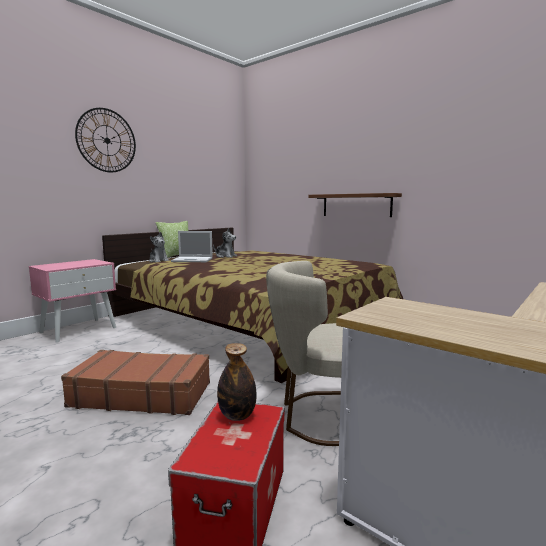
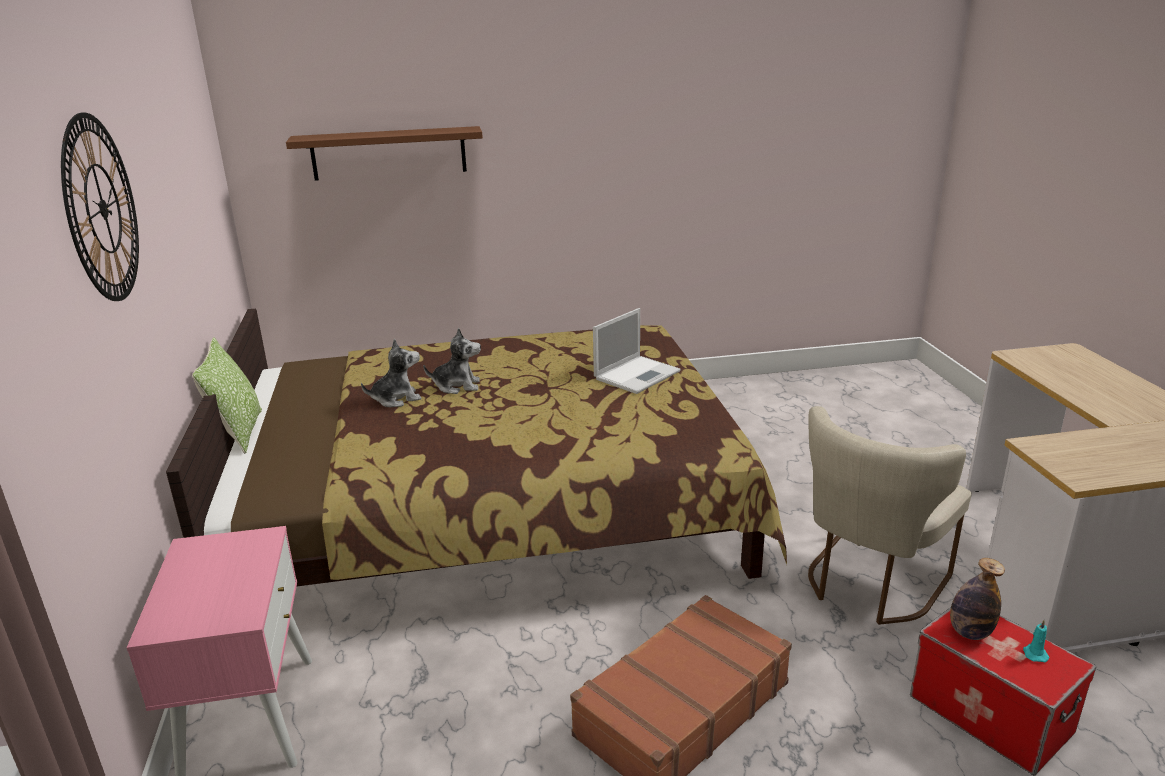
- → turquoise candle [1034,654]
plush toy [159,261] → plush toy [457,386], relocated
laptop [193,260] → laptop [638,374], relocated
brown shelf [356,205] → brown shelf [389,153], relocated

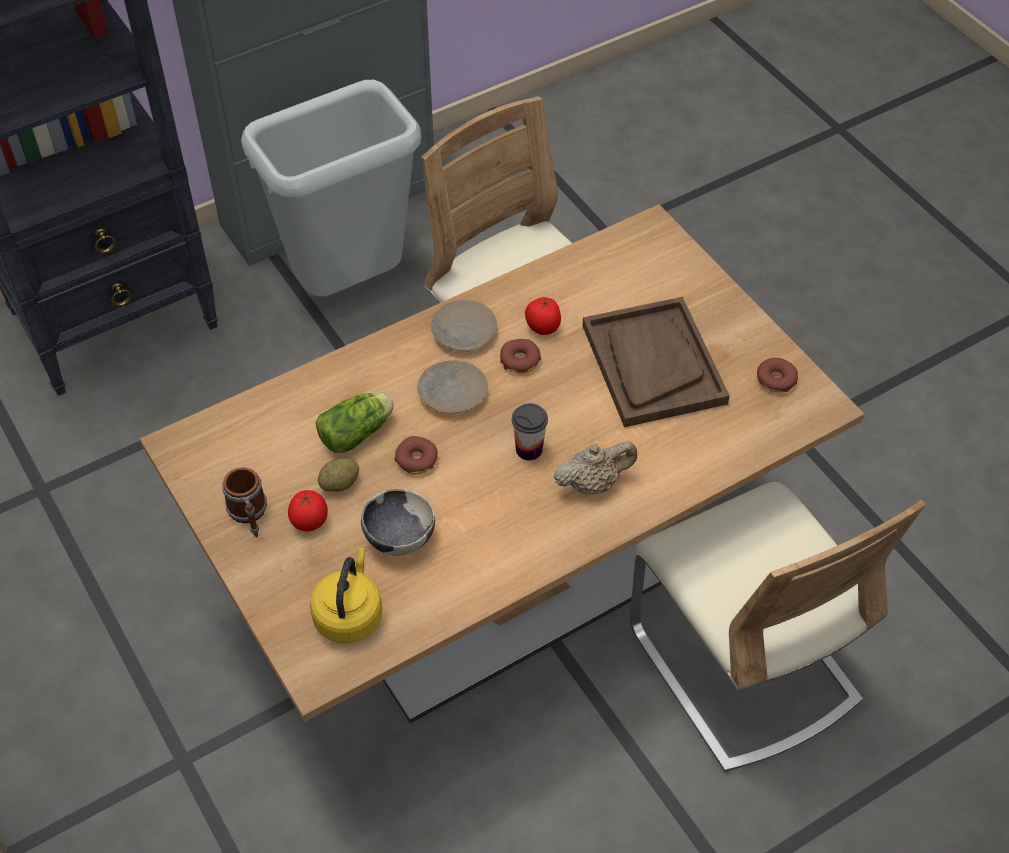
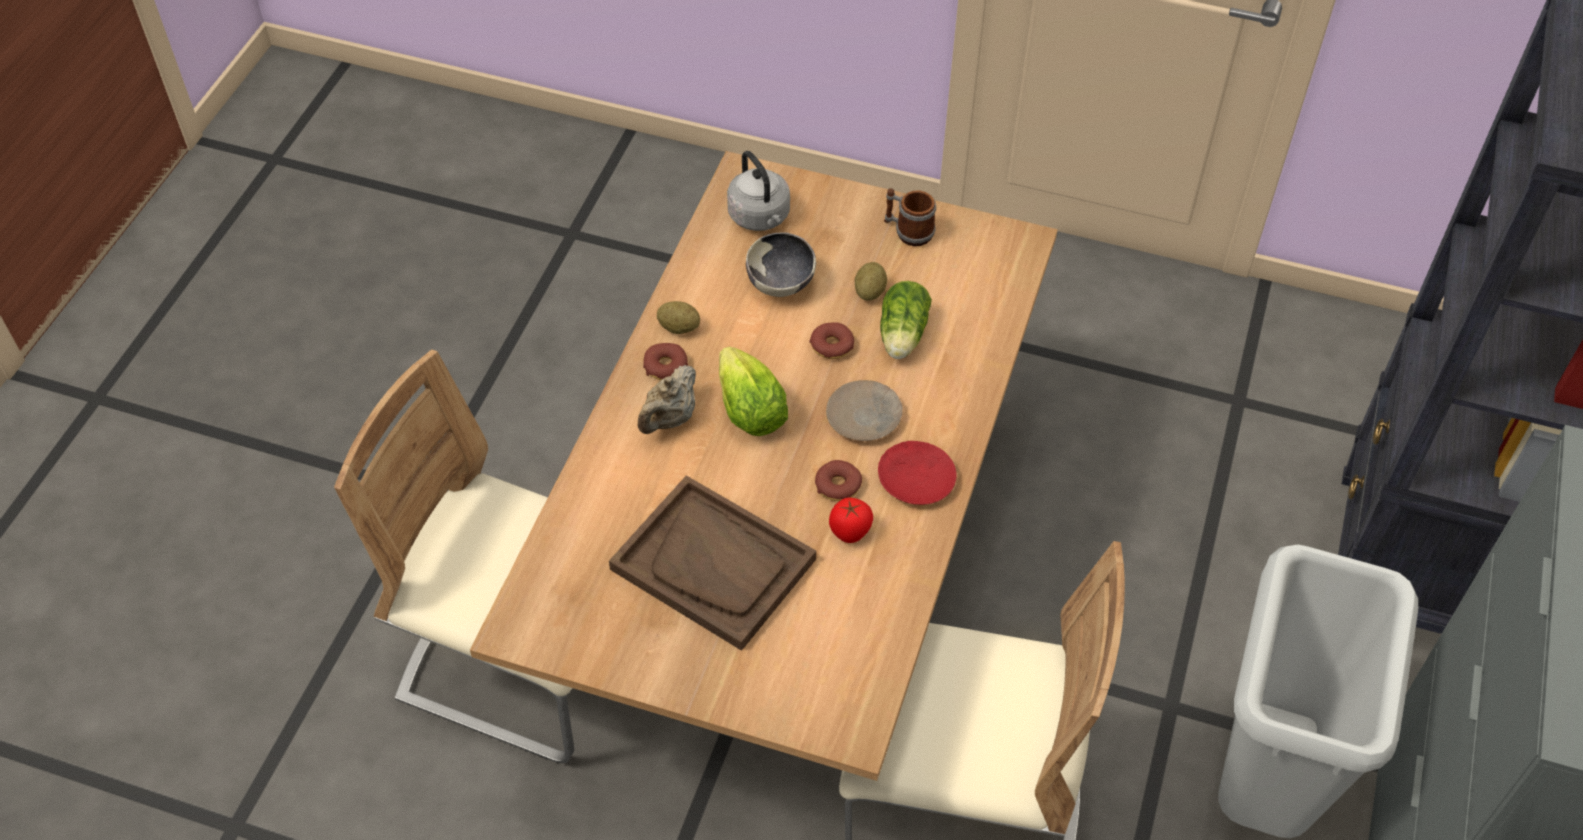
tomato [309,522] → -
- → potato [679,327]
donut [775,379] → donut [666,366], relocated
cup [529,449] → lettuce [750,412]
yellow kettle [349,615] → grey kettle [760,217]
beige plate [463,332] → red plate [915,478]

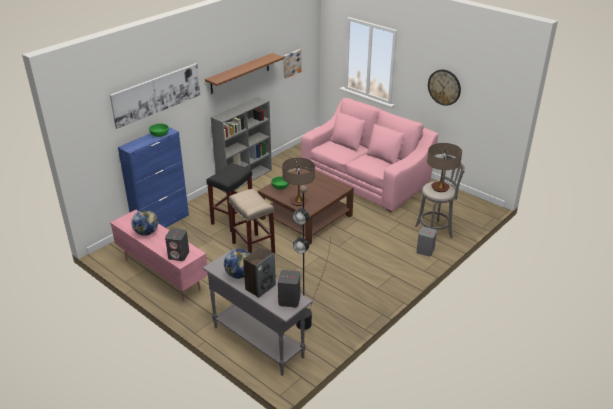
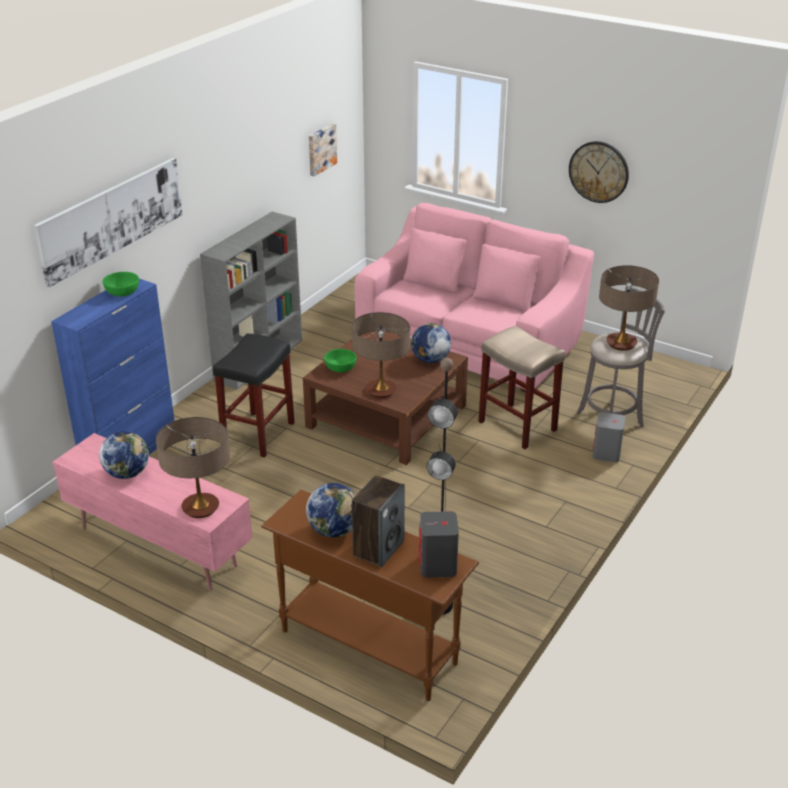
brown shelf [240,73] → -
- → globe [430,360]
beige stool [253,247] → beige stool [516,426], relocated
grey speaker [179,255] → table lamp [200,507]
grey console table [258,341] → brown console table [368,646]

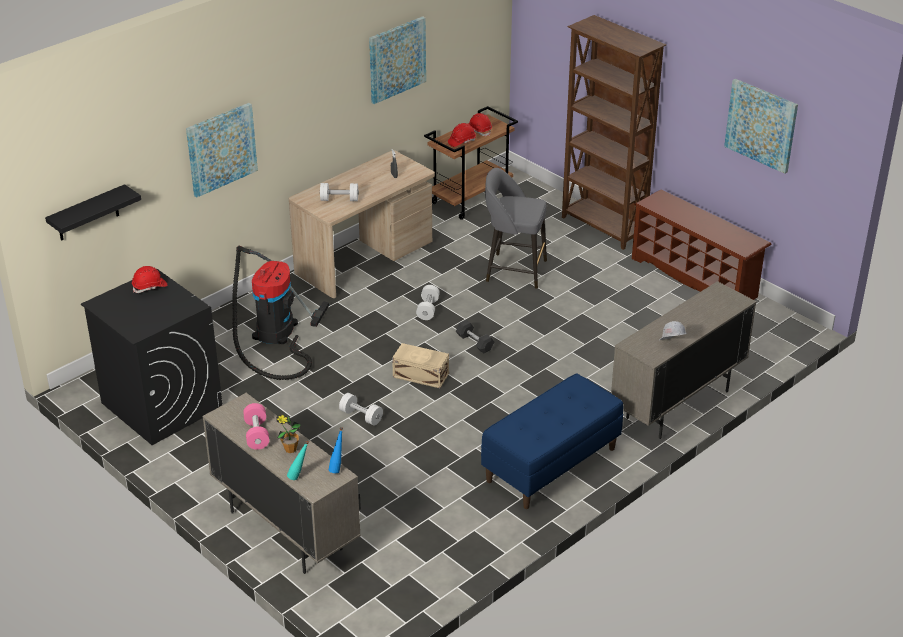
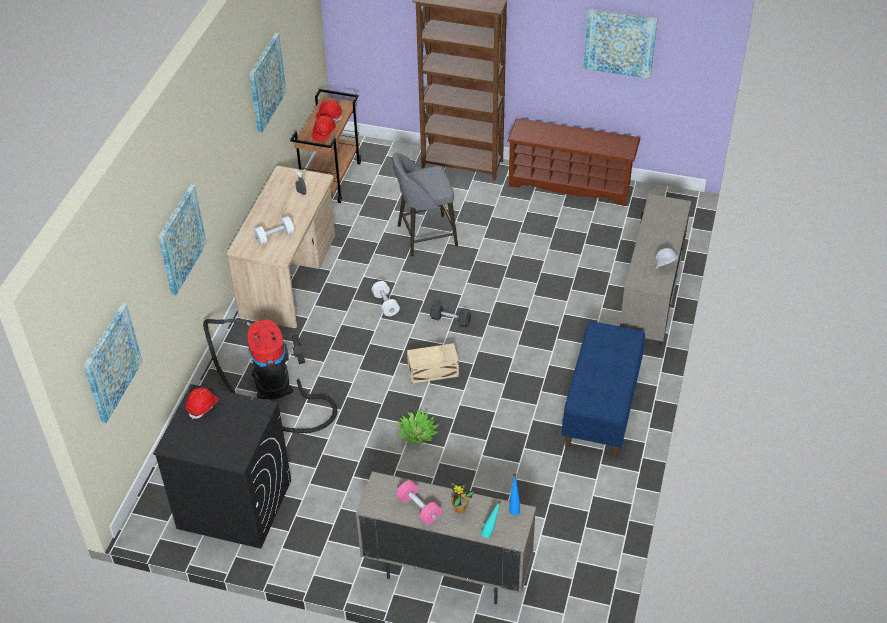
black shelf [87,214] → picture [111,362]
white dumbbell [361,416] → potted plant [417,433]

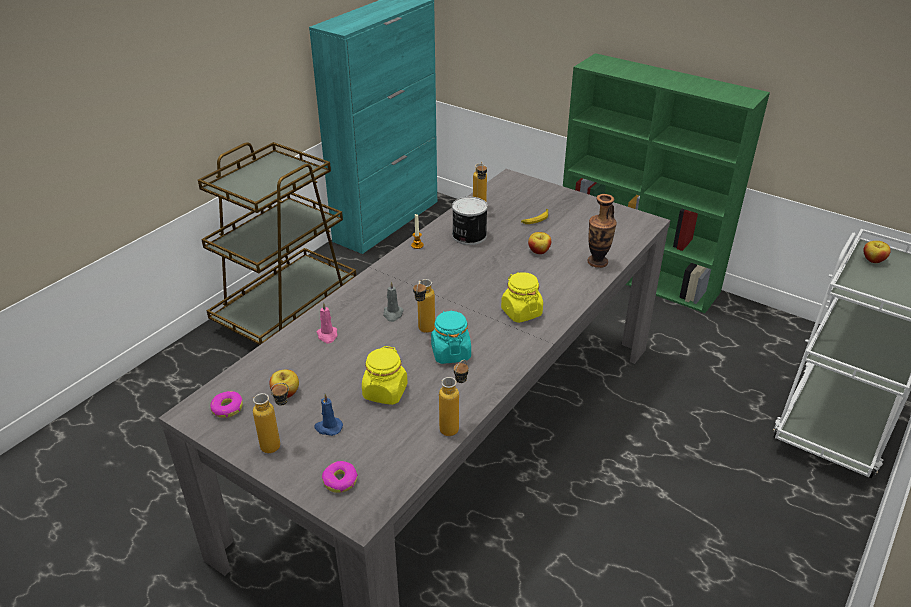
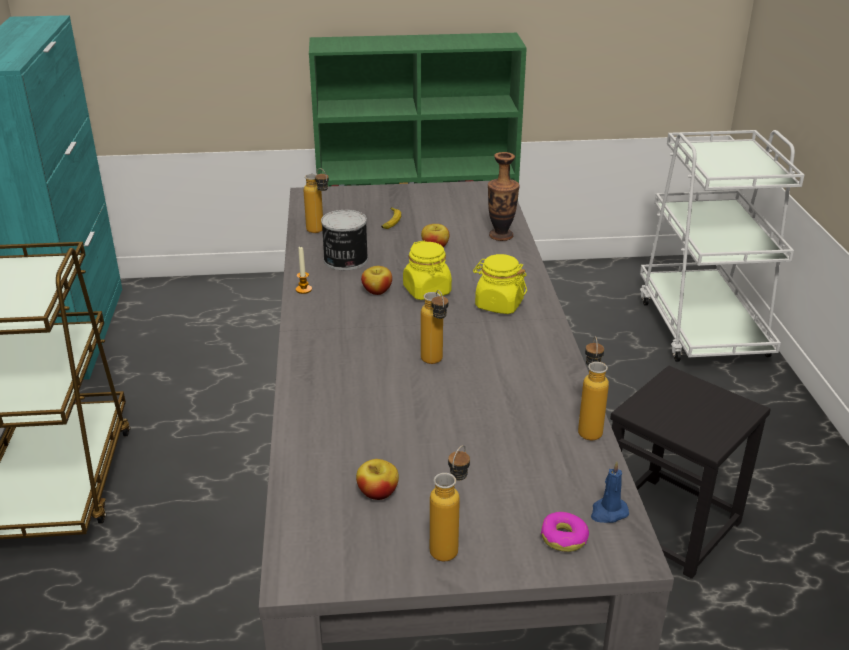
donut [227,408] → -
pink candle [327,335] → -
grey candle [393,314] → -
turquoise jar [450,353] → -
- → black stool [671,524]
blue candle [328,427] → blue candle [608,512], relocated
yellow jar [385,392] → yellow jar [427,291], relocated
apple [873,260] → apple [377,291], relocated

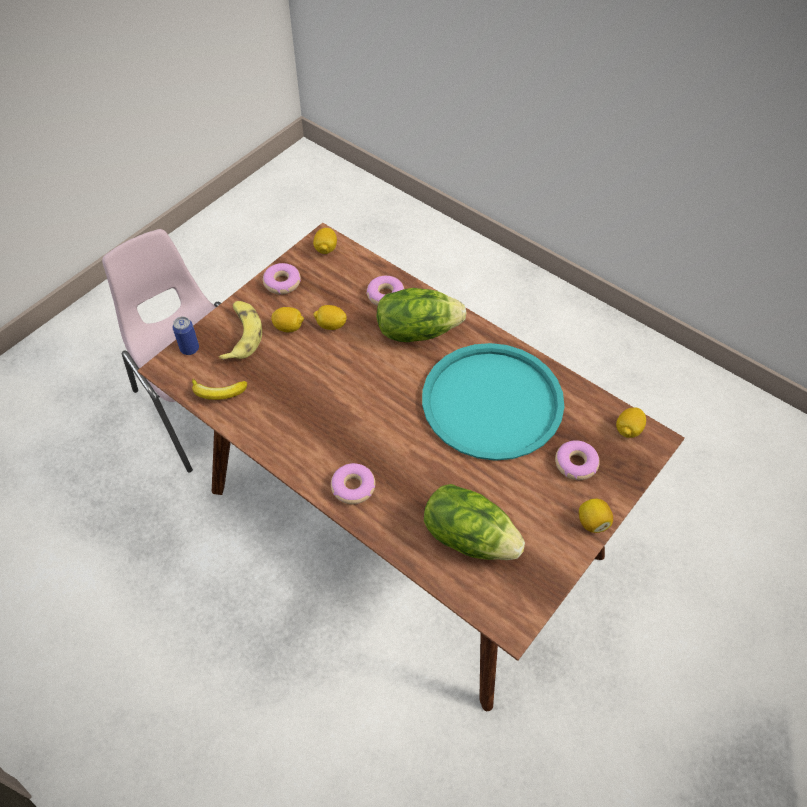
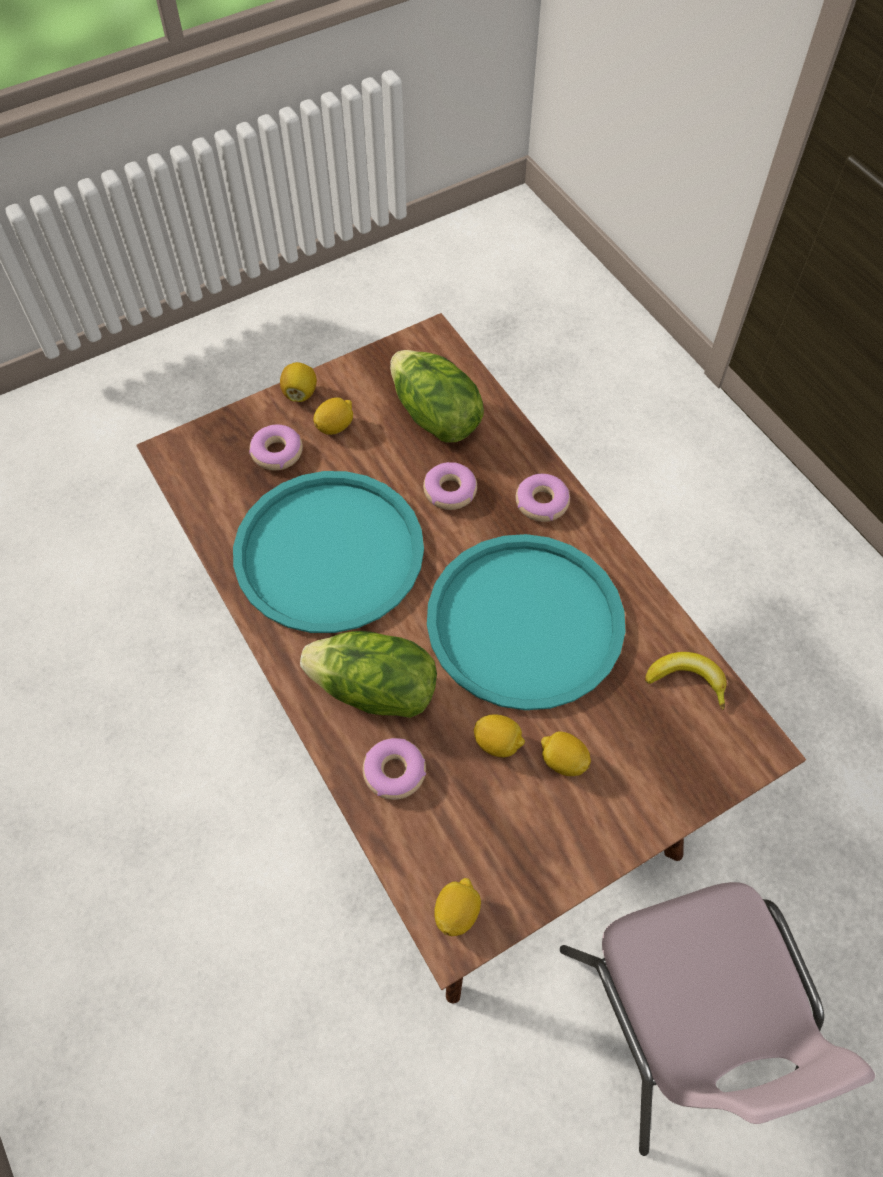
can [189,349] → -
banana [241,335] → -
- → turquoise tray [525,622]
donut [282,283] → donut [450,491], relocated
lemon [628,430] → lemon [335,426], relocated

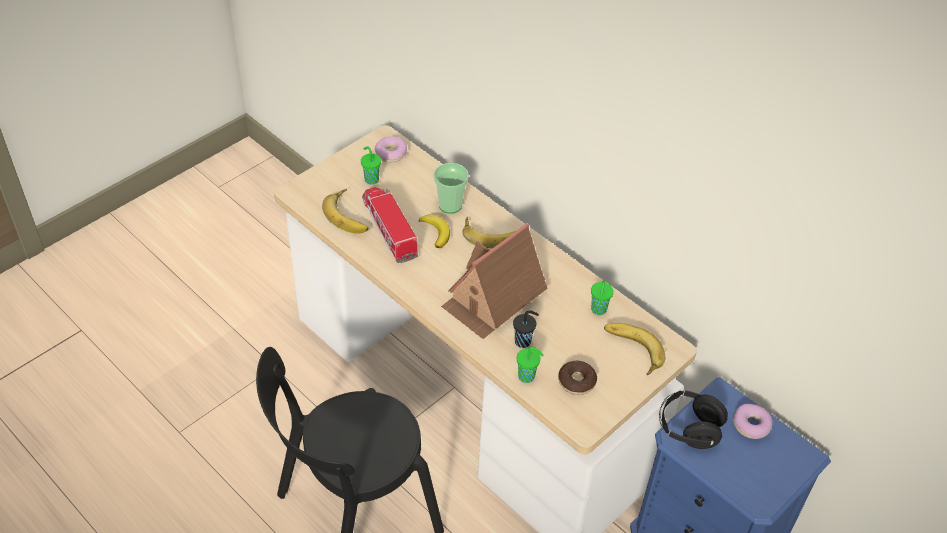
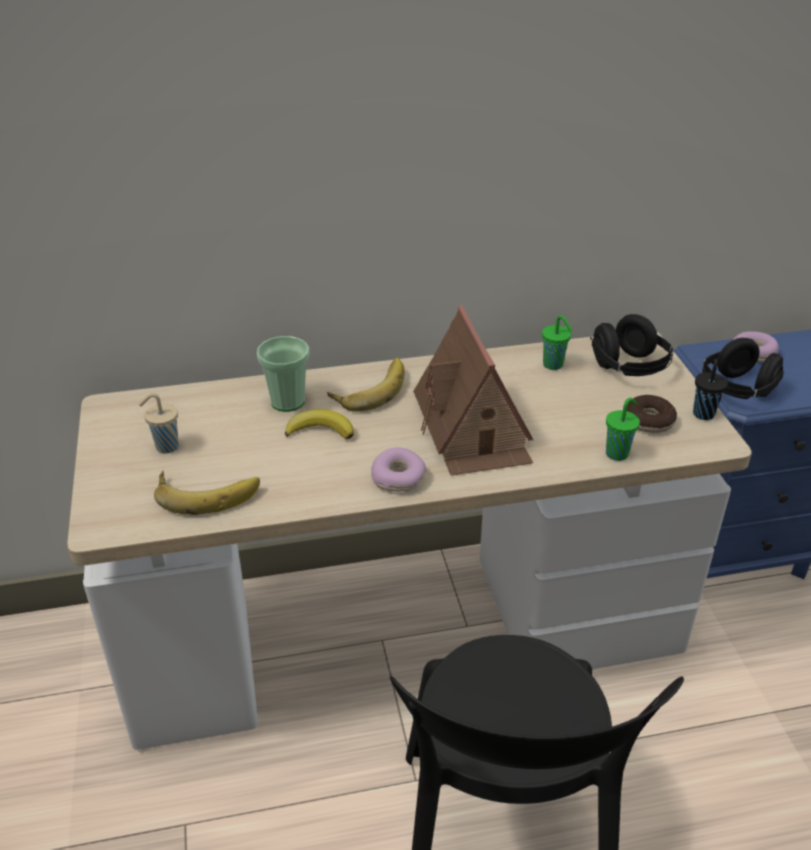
toy truck [389,229] → -
donut [391,154] → donut [398,477], relocated
black cup [523,341] → black cup [703,413], relocated
banana [631,351] → black headphones [629,368]
green cup [371,179] → beige cup [165,447]

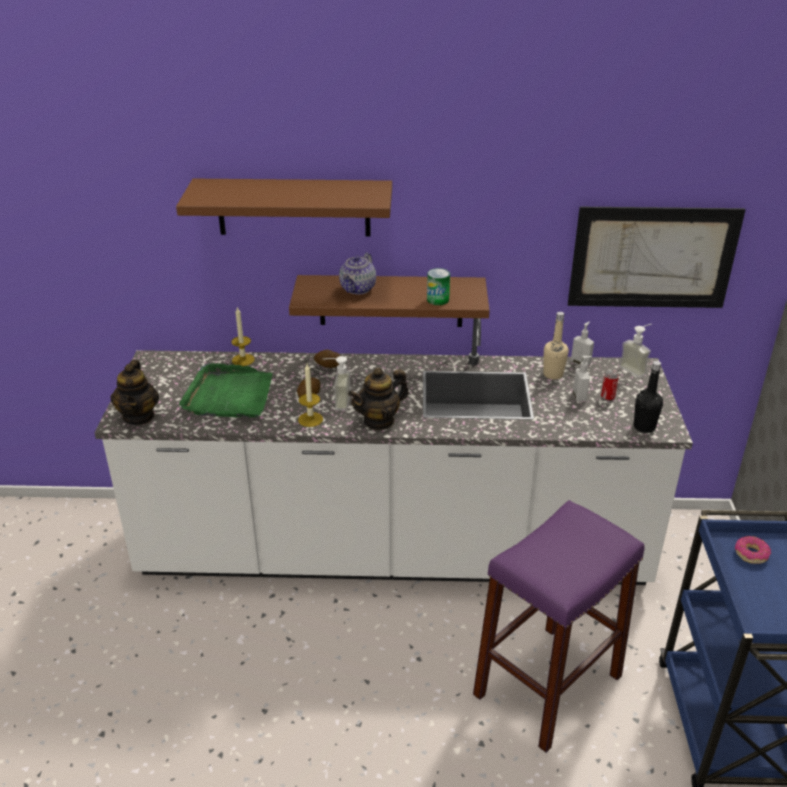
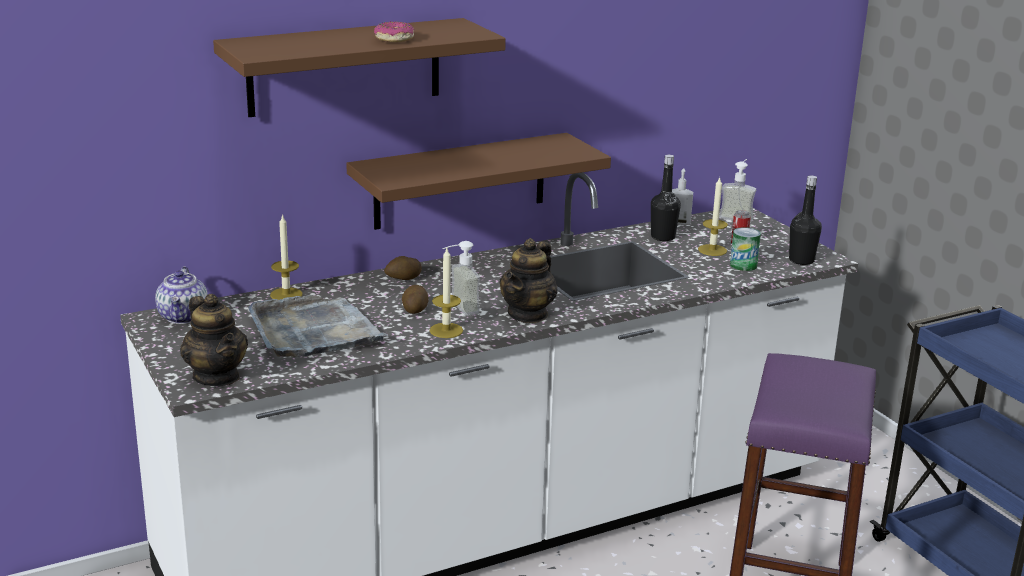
picture [652,258] → -
teapot [358,289] → teapot [184,317], relocated
can [438,300] → can [743,265], relocated
donut [751,554] → donut [394,39], relocated
soap dispenser [579,397] → candle [712,250]
green tray [229,396] → grey tray [314,331]
beige bottle [553,374] → black bottle [663,237]

